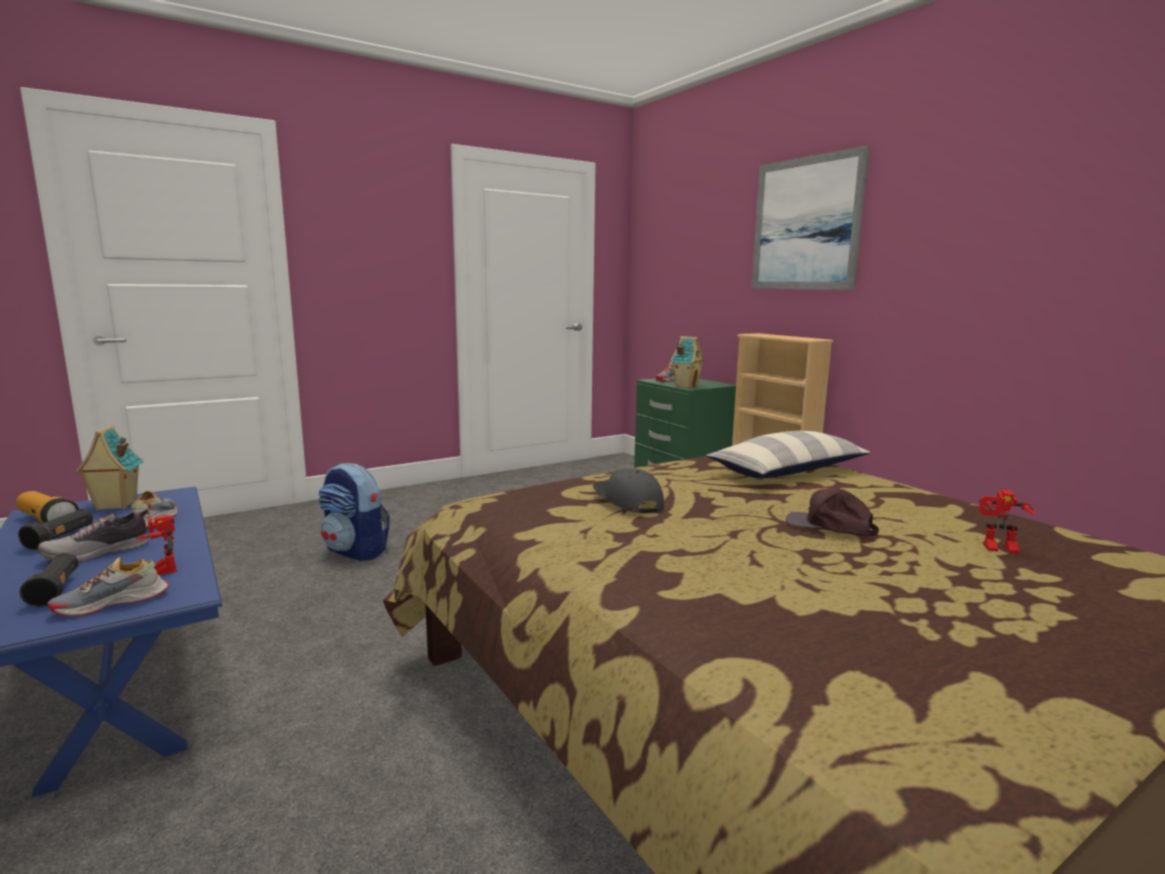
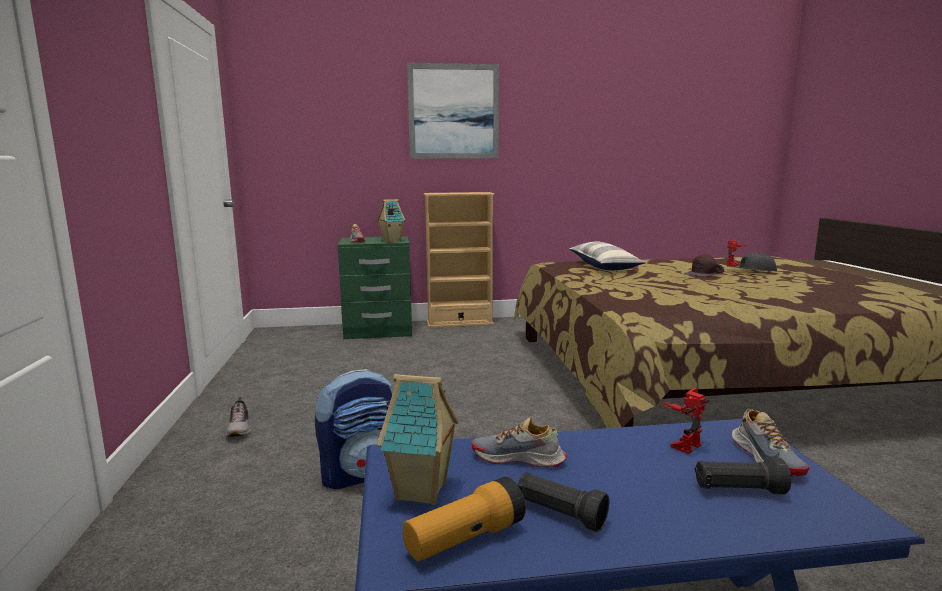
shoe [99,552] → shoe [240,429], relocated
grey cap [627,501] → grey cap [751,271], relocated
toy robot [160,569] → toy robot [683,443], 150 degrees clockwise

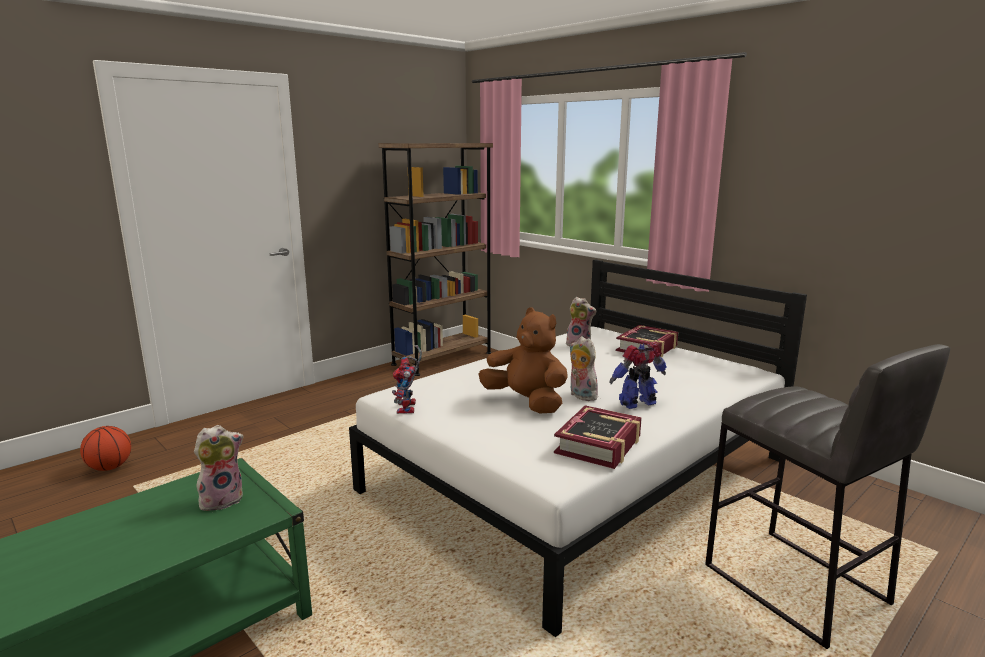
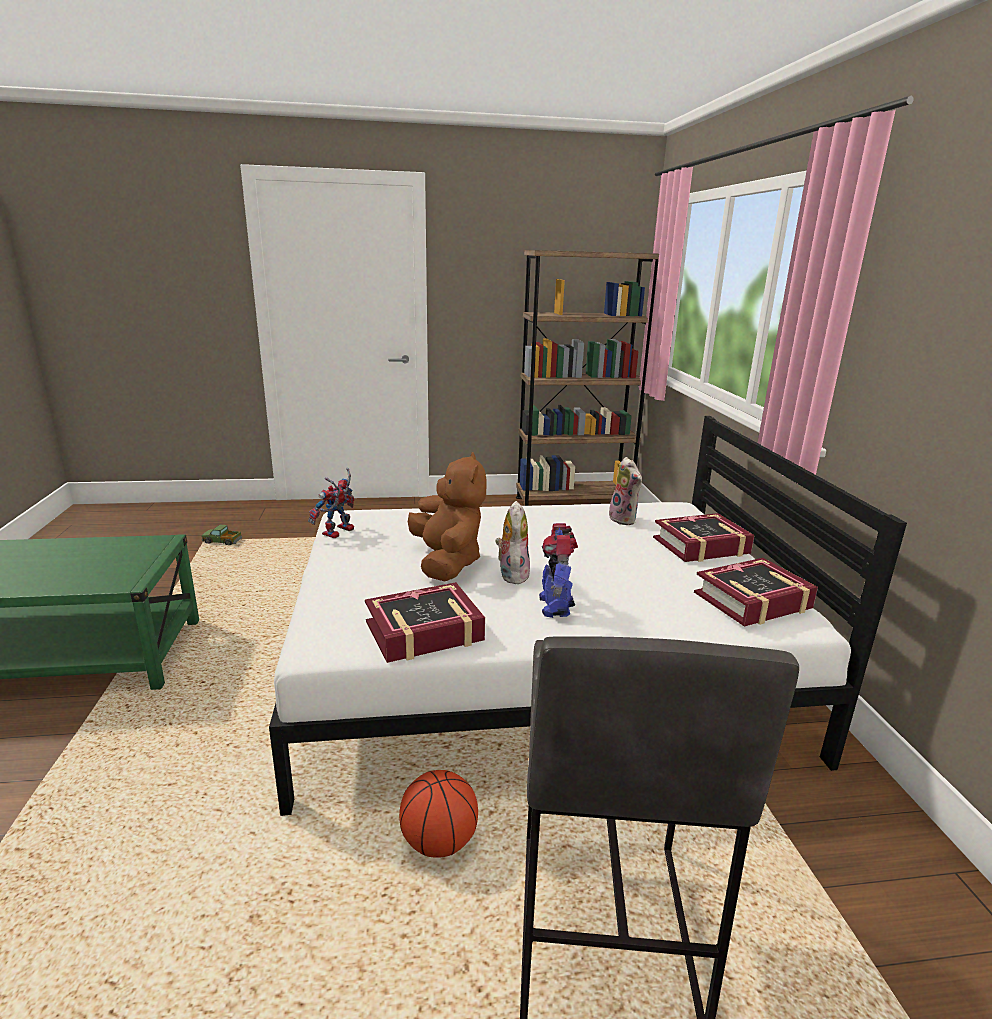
plush toy [222,499] → -
- → toy truck [222,542]
- → book [753,601]
basketball [109,468] → basketball [438,842], relocated
toy robot [638,404] → toy robot [555,605], 105 degrees counterclockwise

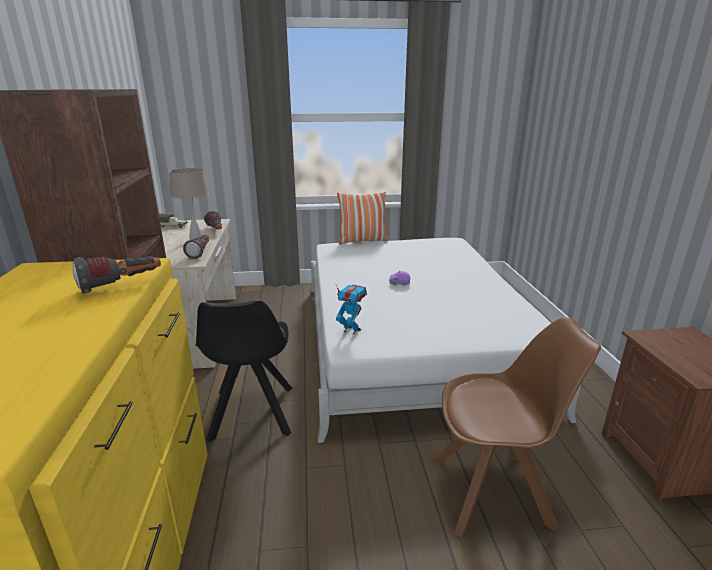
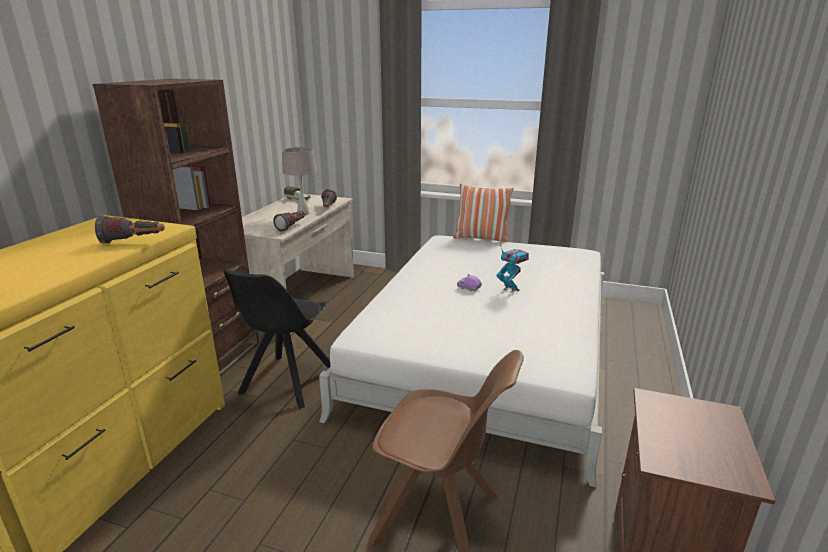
toy robot [351,330] → toy robot [510,289], relocated

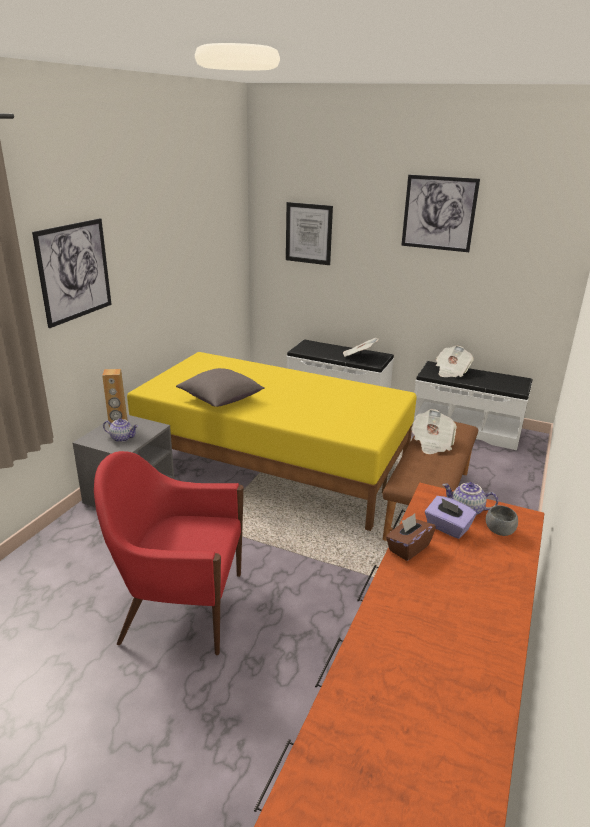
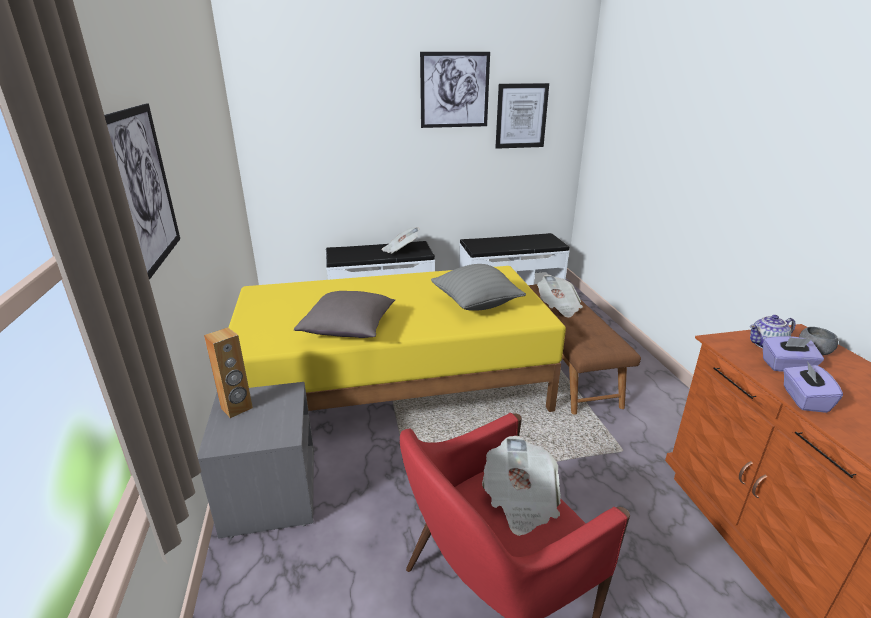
teapot [122,438] → -
- → grey pillow [476,305]
picture [309,233] → picture [521,116], relocated
newspaper [451,371] → newspaper [520,501], relocated
brown tissue box [408,548] → purple tissue box [804,399]

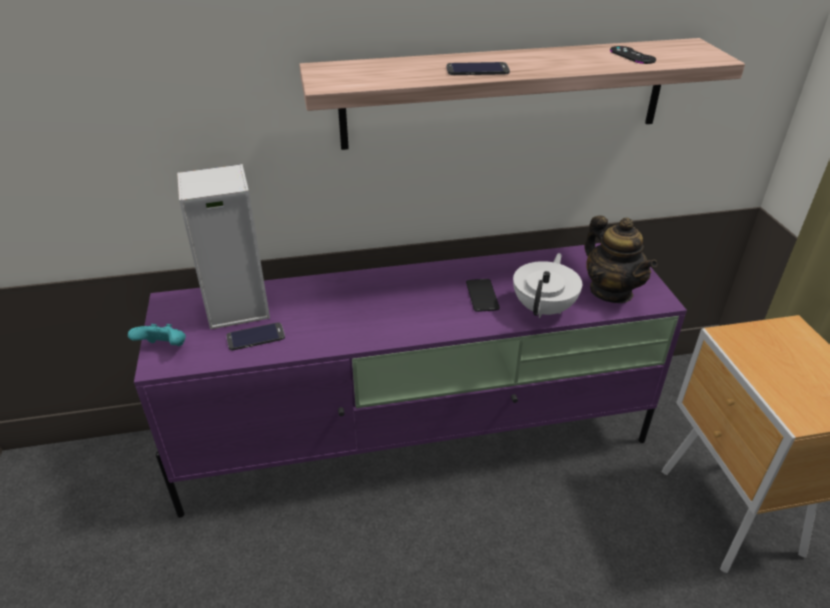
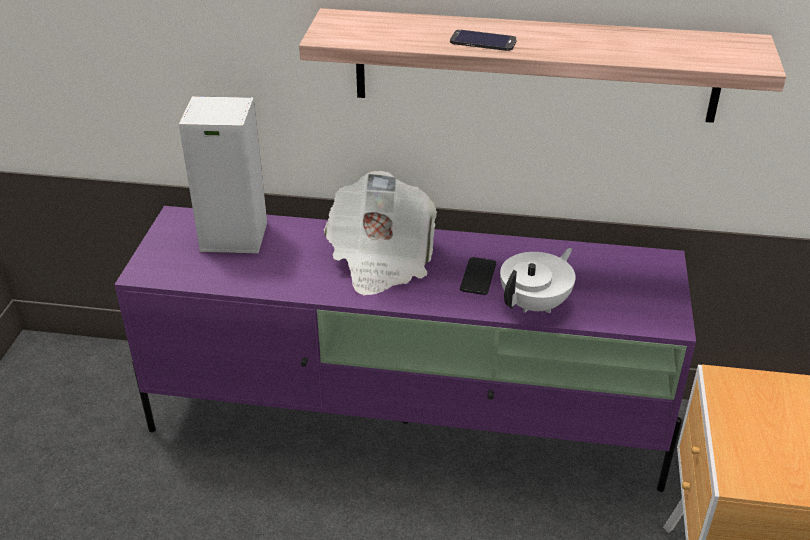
turquoise game controller [164,348] → -
phone [256,337] → -
teapot [611,291] → -
black game controller [632,55] → -
- → newspaper [380,259]

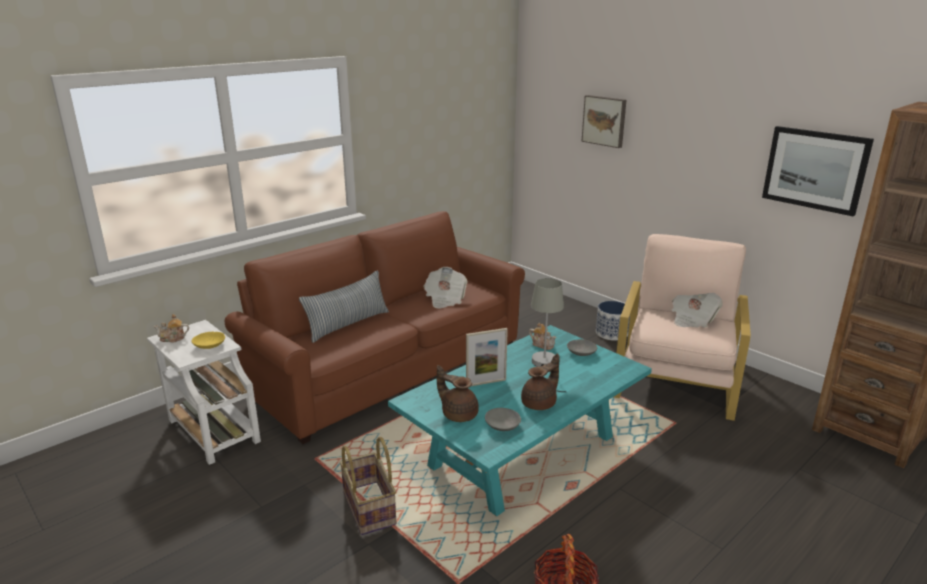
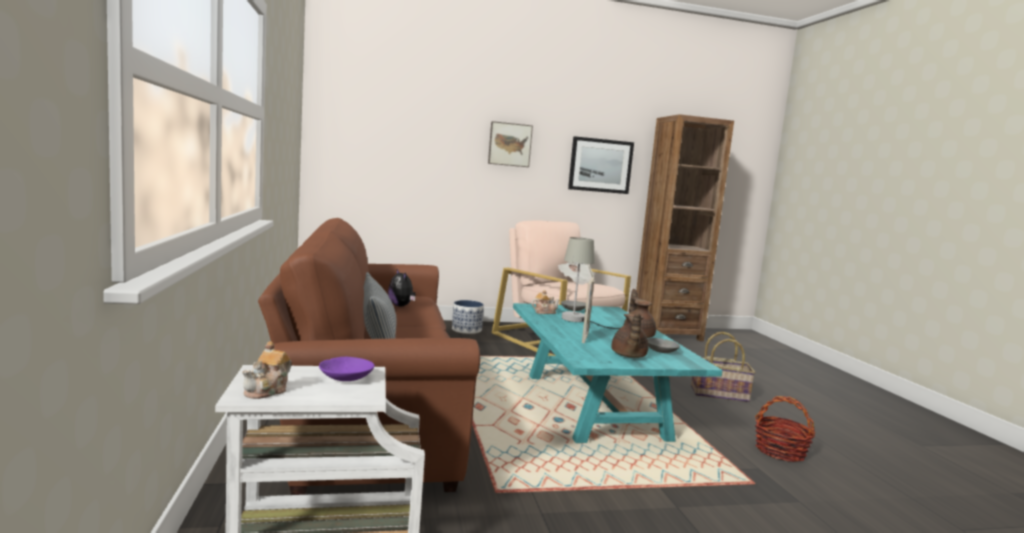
basket [370,508] → basket [719,393], relocated
picture [604,121] → picture [509,144], relocated
newspaper [445,299] → plush toy [401,306]
yellow bowl [210,345] → purple bowl [346,377]
brown teapot [458,414] → brown teapot [628,356], 60 degrees counterclockwise

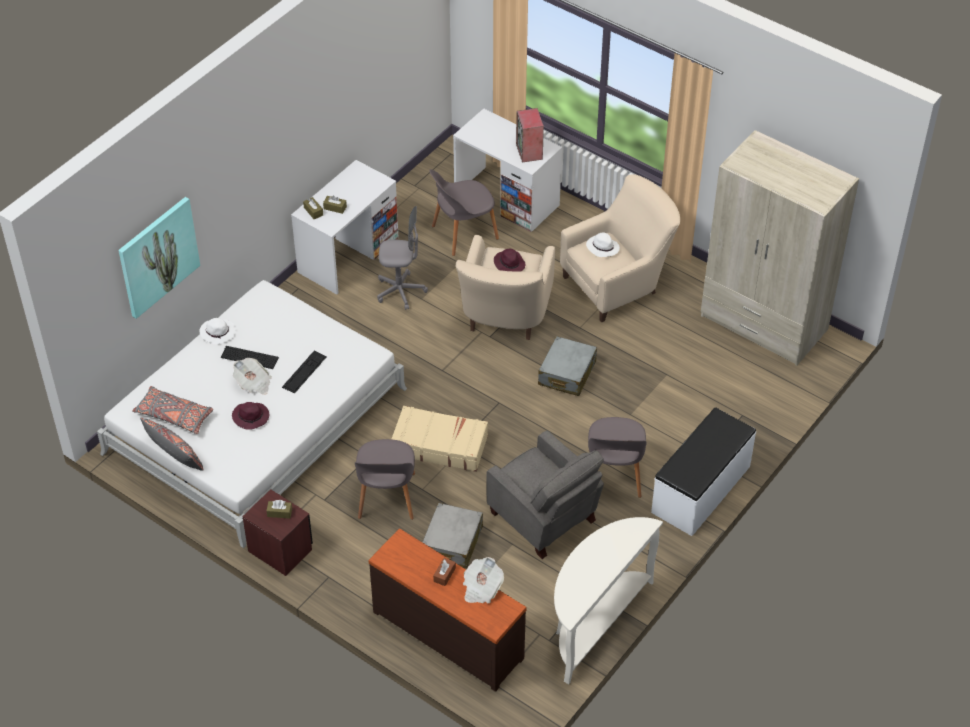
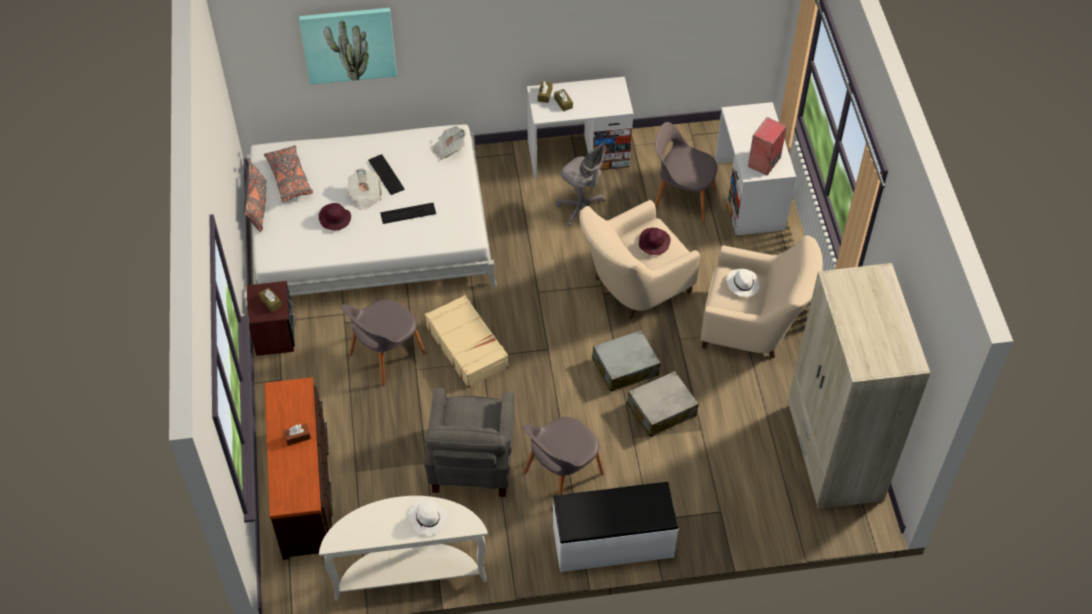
white hat [218,332] → white hat [428,519], relocated
grey suitcase [452,543] → grey suitcase [661,410], relocated
newspaper [481,588] → newspaper [448,149], relocated

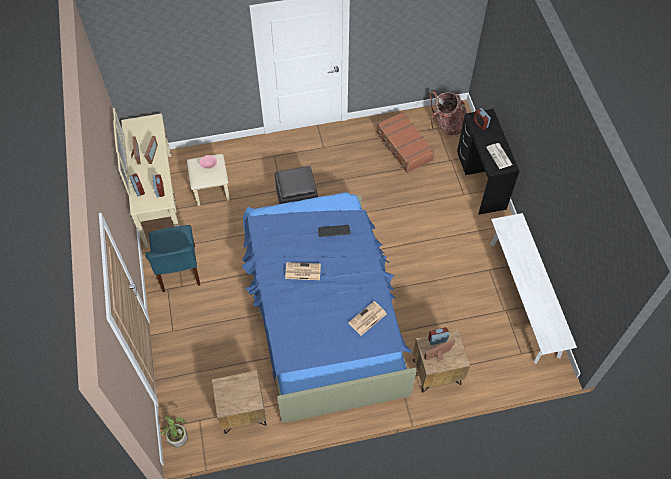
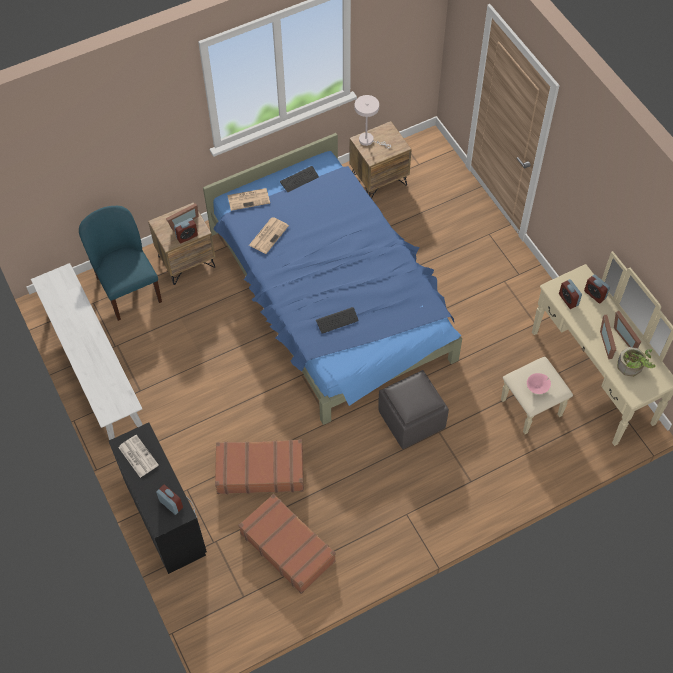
backpack [447,125] → -
- → brown suitcase [260,471]
- → keyboard [299,179]
- → white table lamp [369,140]
blue chair [179,270] → blue chair [128,289], relocated
potted plant [177,435] → potted plant [632,368], relocated
newspaper [302,271] → newspaper [249,199], relocated

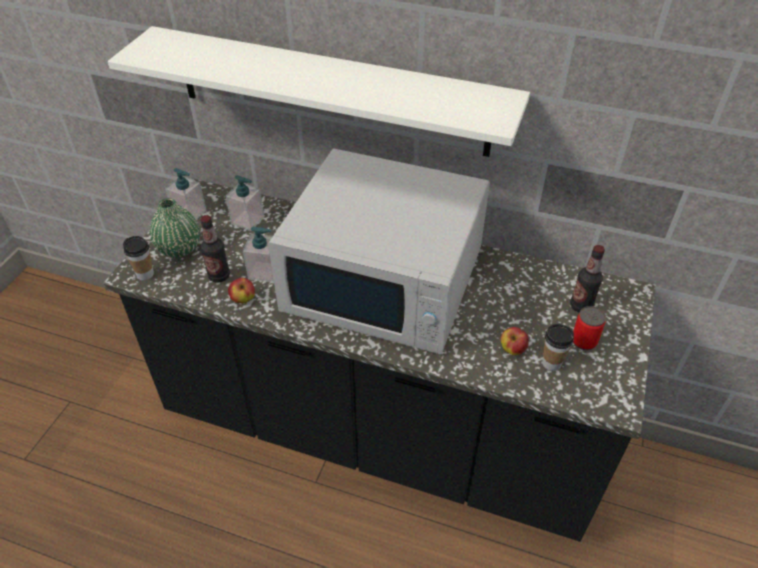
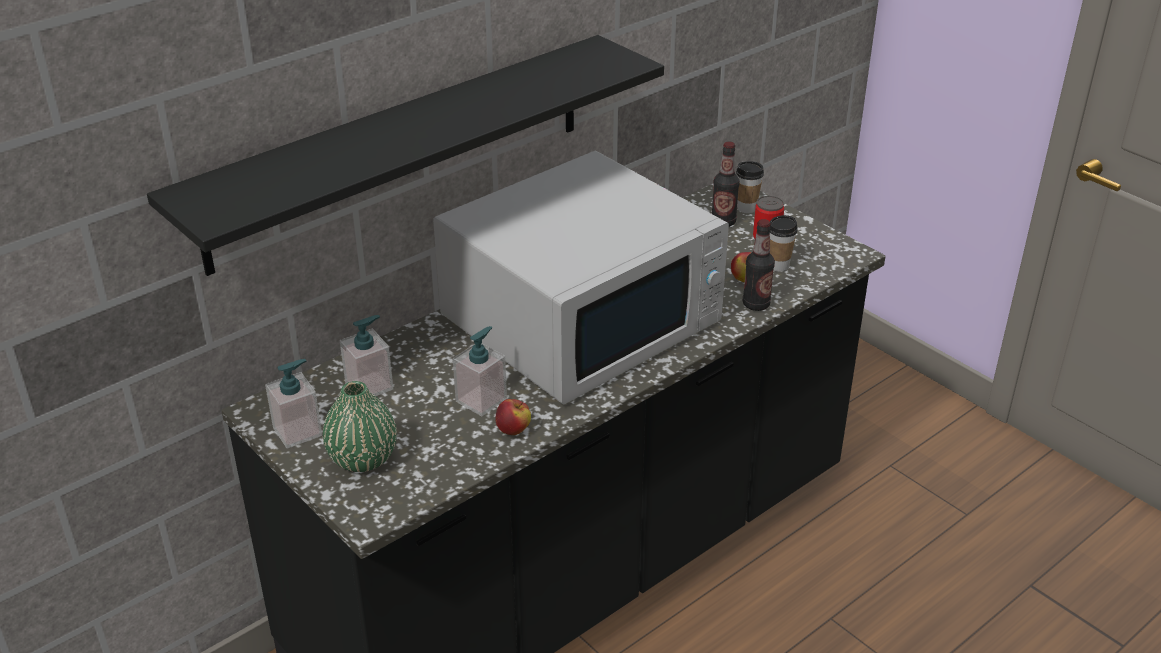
cup [145,274] → cup [746,208], relocated
bottle [219,276] → bottle [756,304], relocated
white shelf [330,91] → black shelf [400,151]

